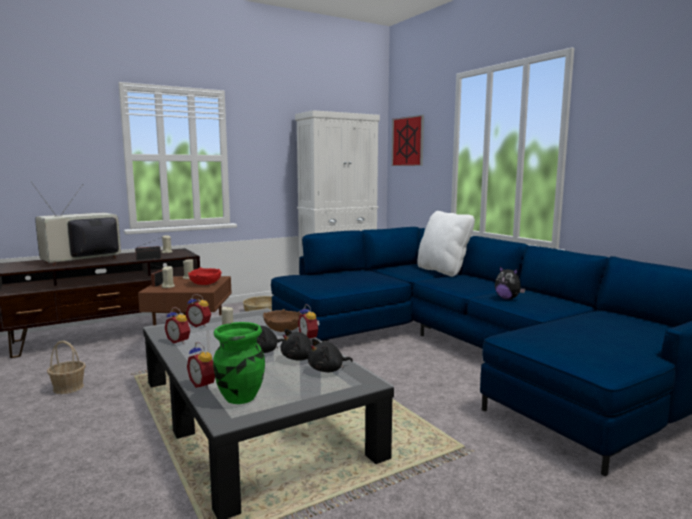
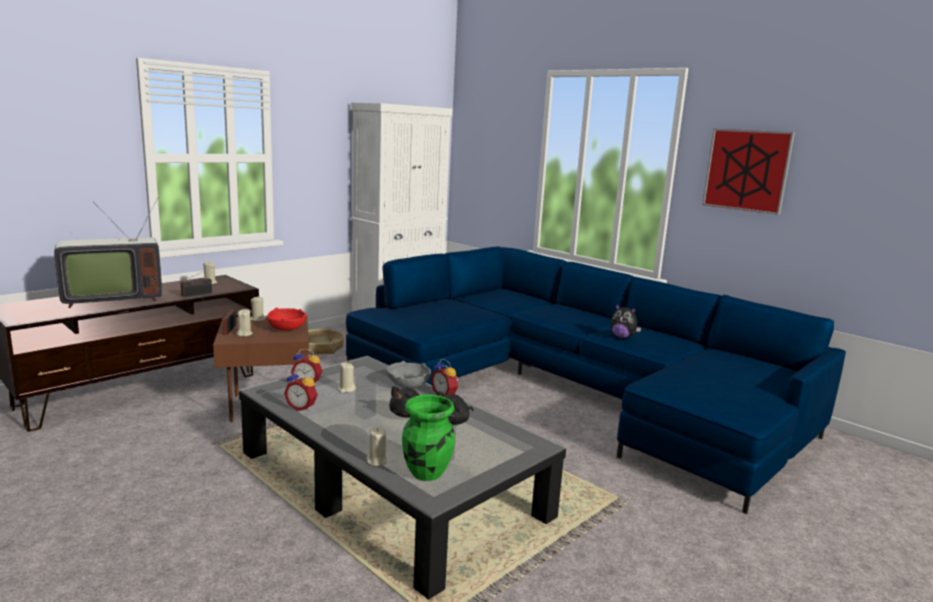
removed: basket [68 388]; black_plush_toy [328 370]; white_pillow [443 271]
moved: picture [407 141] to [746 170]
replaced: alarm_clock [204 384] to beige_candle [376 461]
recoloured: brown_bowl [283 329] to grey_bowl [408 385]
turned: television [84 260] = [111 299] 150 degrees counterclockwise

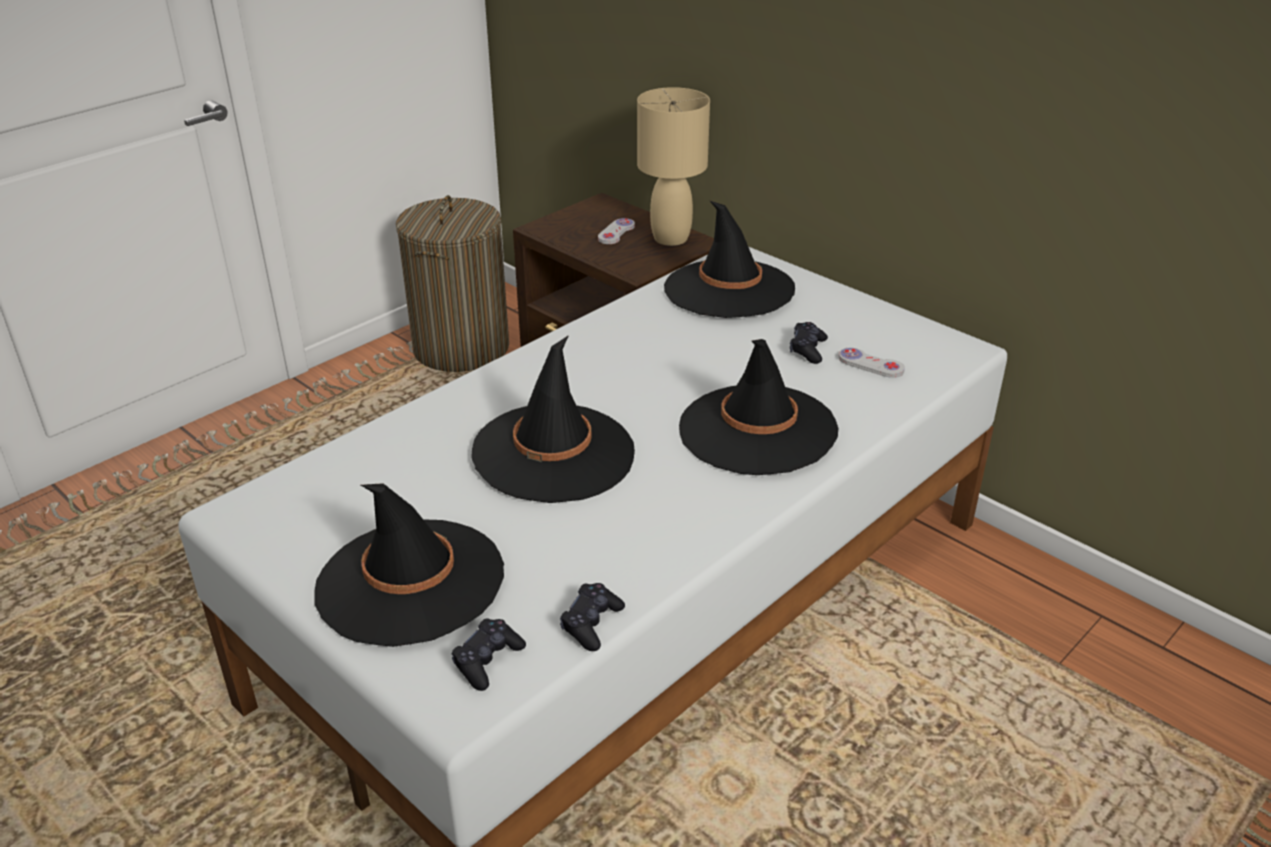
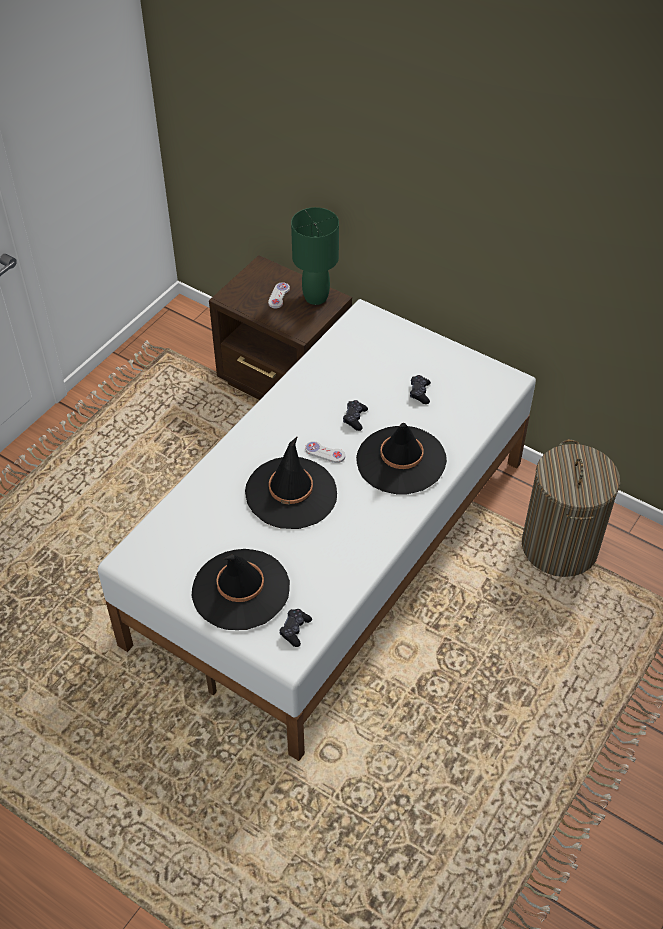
removed: black_hat [729 289]
moved: laundry_basket [461 348] to [559 546]; black_game_controller [591 624] to [355 418]; white_game_controller [870 364] to [325 453]
recoloured: beige_table_lamp [670 238] to green_table_lamp [315 297]

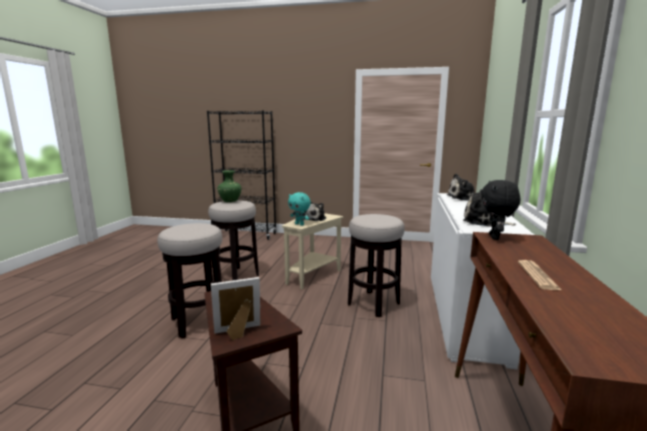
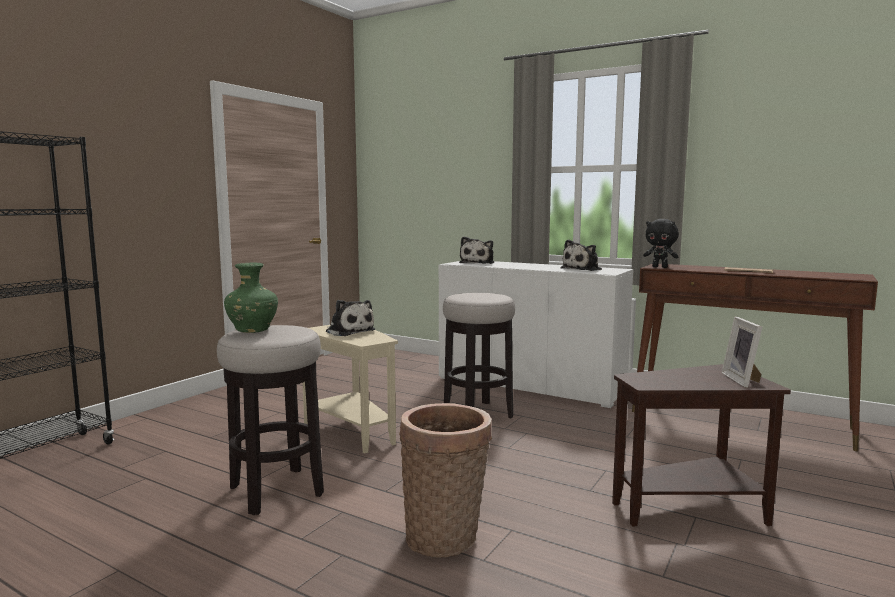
removed: turquoise_plush_toy [300 224]
replaced: stool [198 322] to basket [445 536]

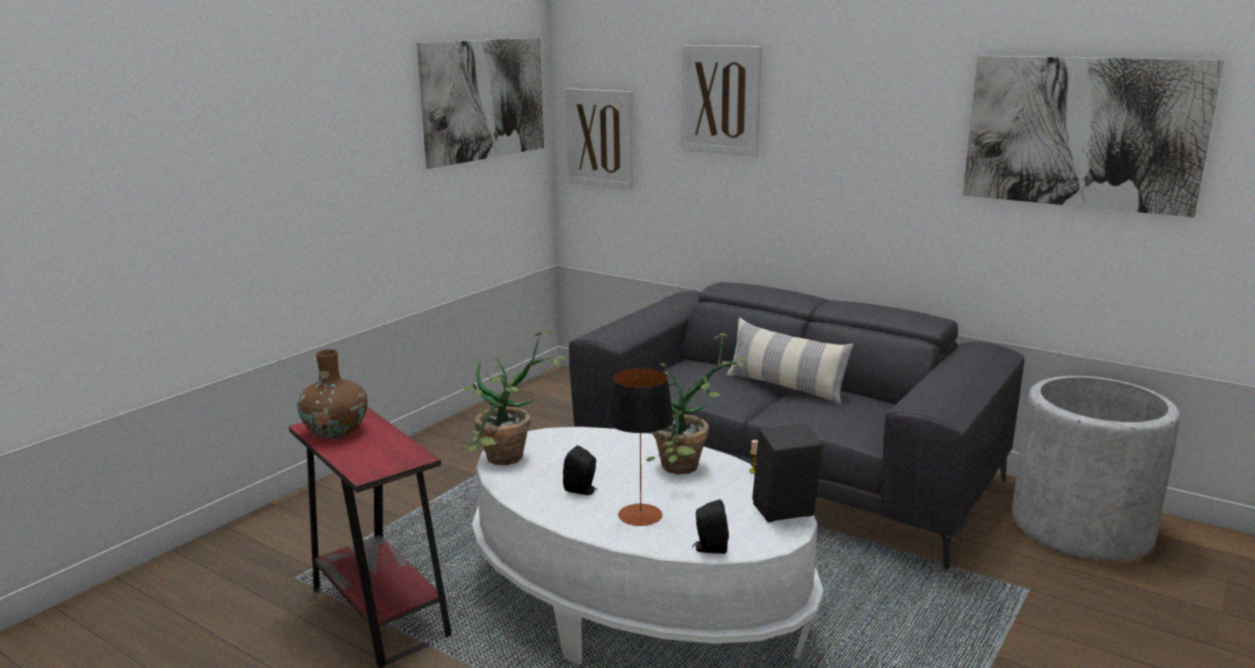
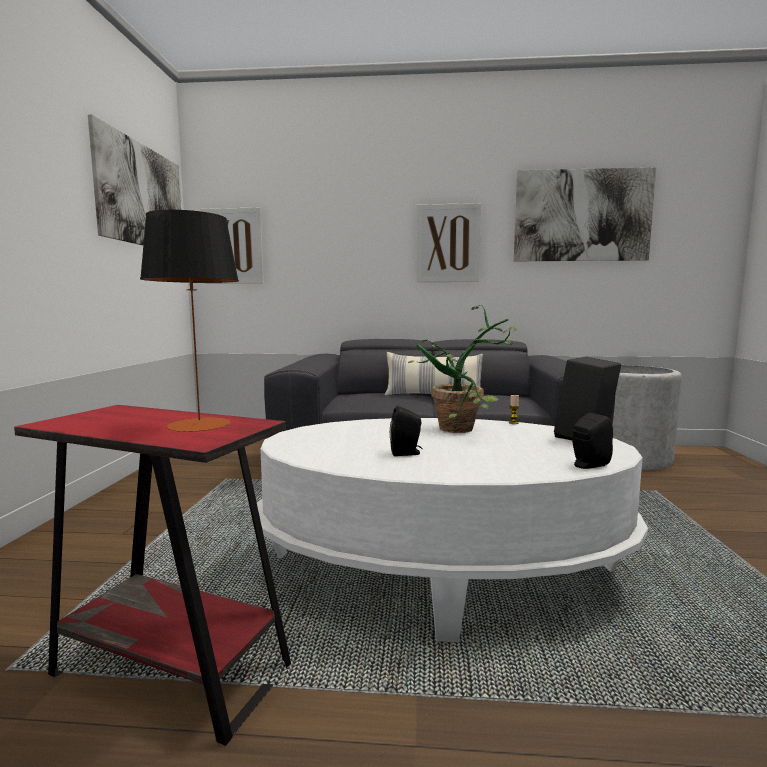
removed: brown_vase [336 431]; potted_plant [508 461]
moved: table_lamp [640 515] to [199 425]; picture [721 100] to [448 243]

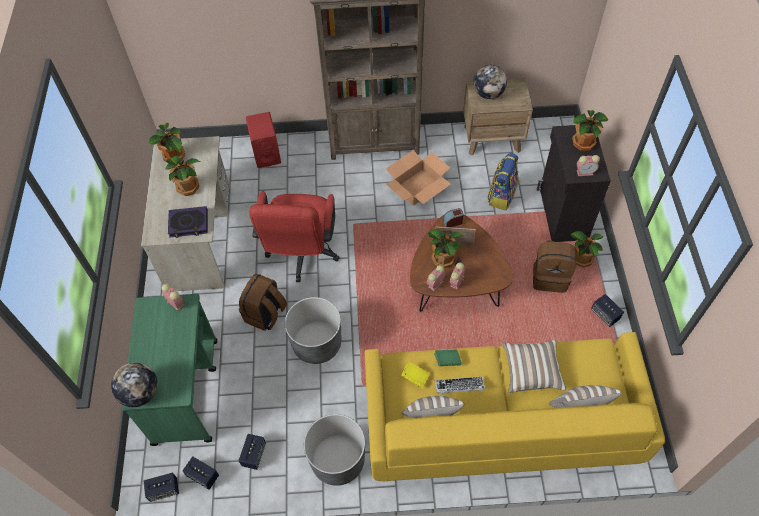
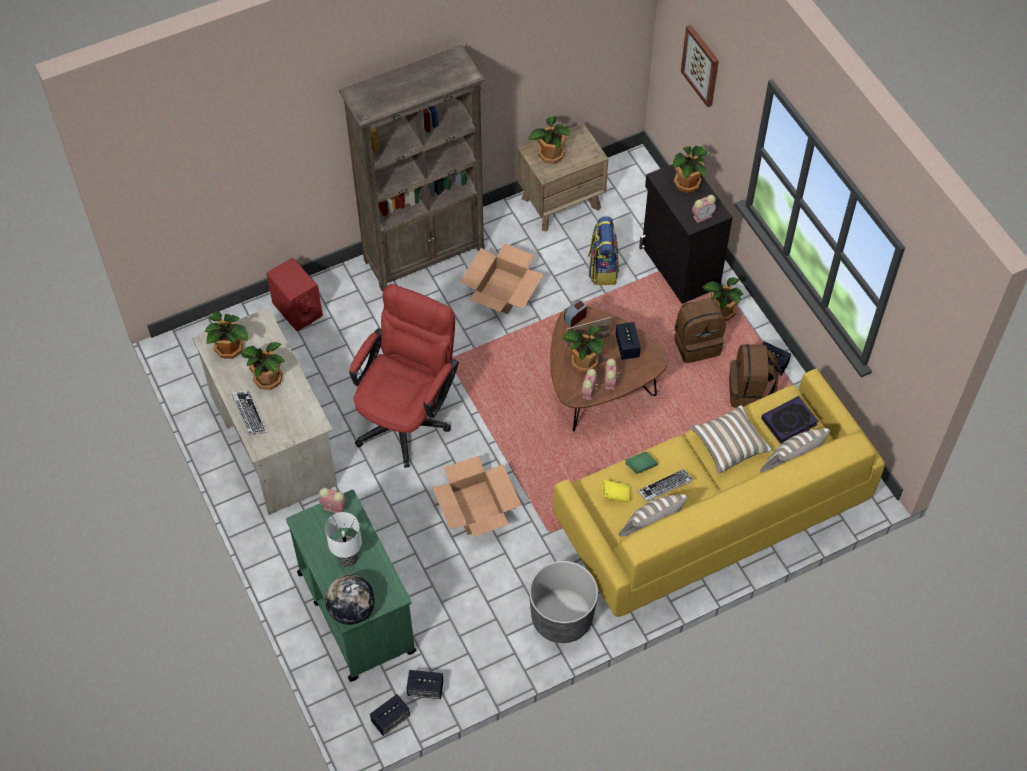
added: keyboard [249 415]; table_lamp [348 558]; picture [701 65]
moved: book [189 224] to [789 422]; speaker [254 455] to [627 347]; brown_backpack [265 314] to [750 392]
replaced: grey_planter [317 344] to cardboard_box [476 507]; globe [488 94] to potted_plant [550 154]
turned: red_office_chair [302 255] = [407 416] 135 degrees counterclockwise

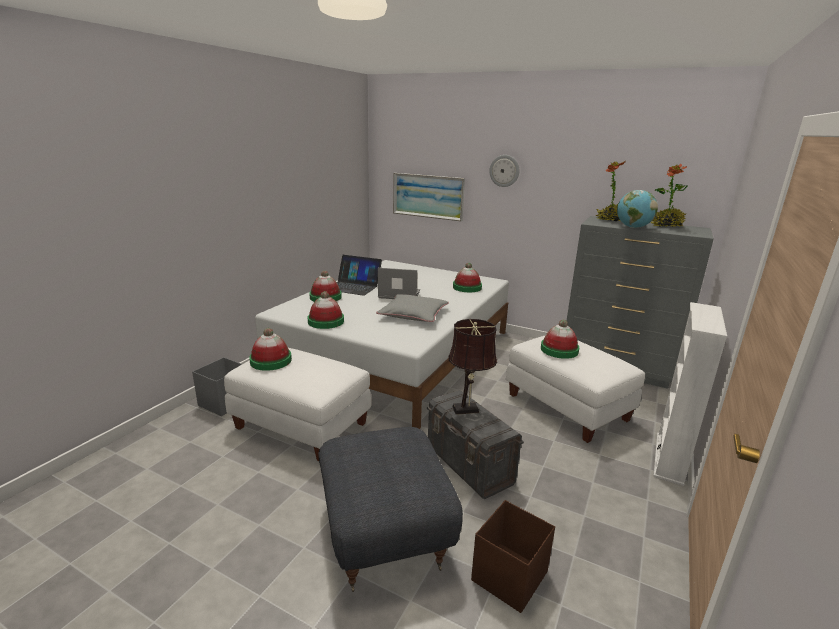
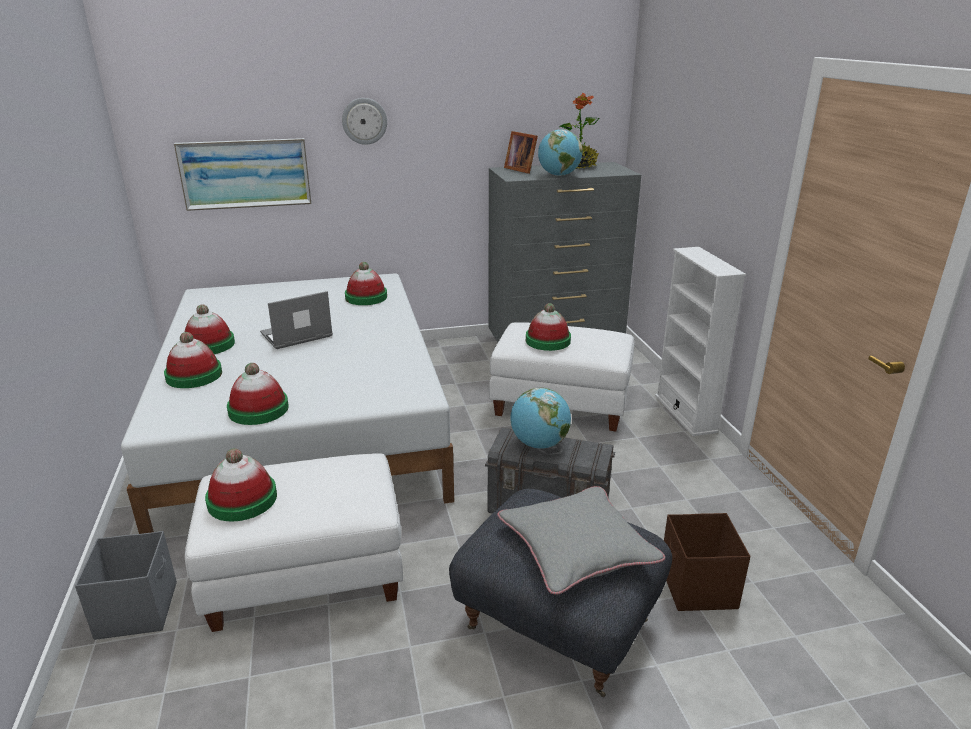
moved: grey_pillow [413 314] to [577 547]
replaced: laptop [353 286] to hat [209 345]; brown_table_lamp [468 409] to globe [539 444]; potted_plant [611 220] to picture_frame [521 169]

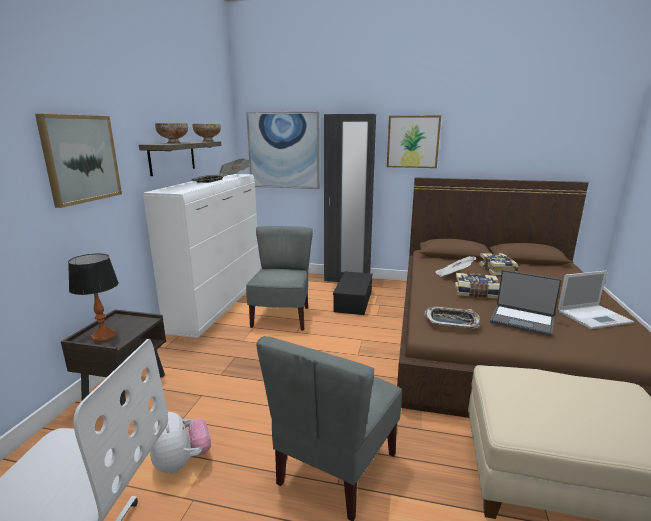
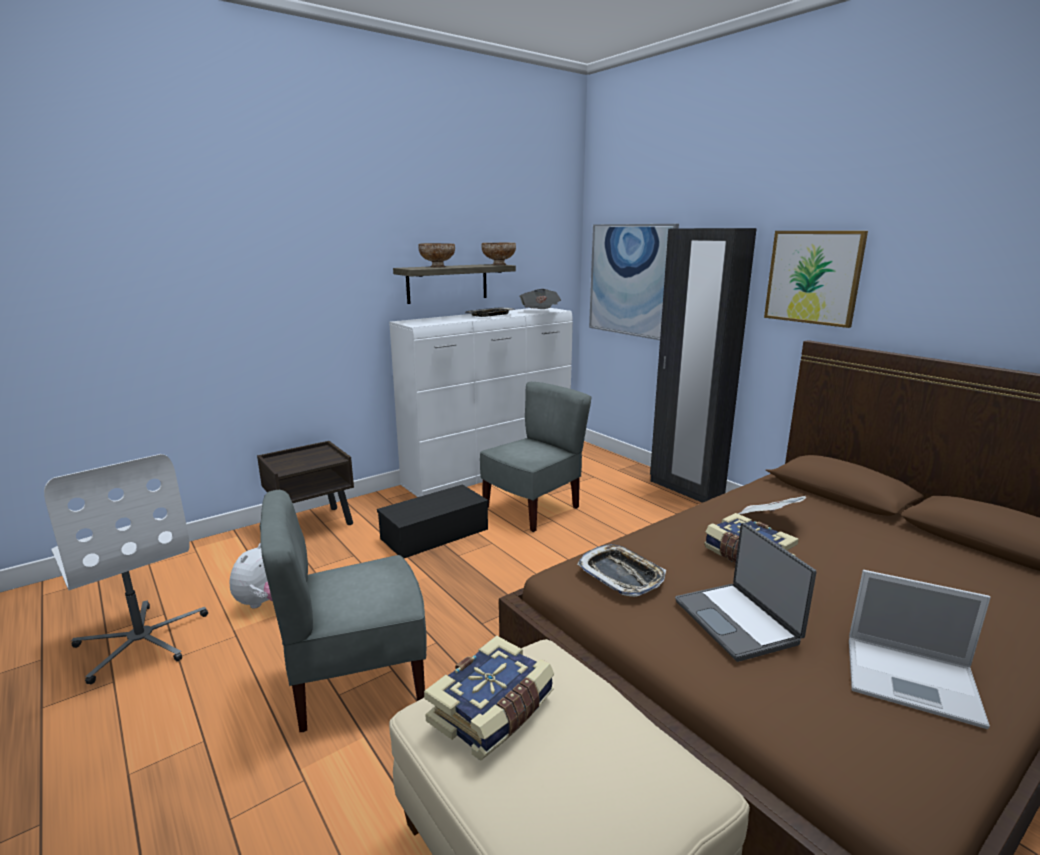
removed: picture [81 159]; table_lamp [104 336]
moved: black_storage_box [354 301] to [434 534]; book [498 270] to [493 712]

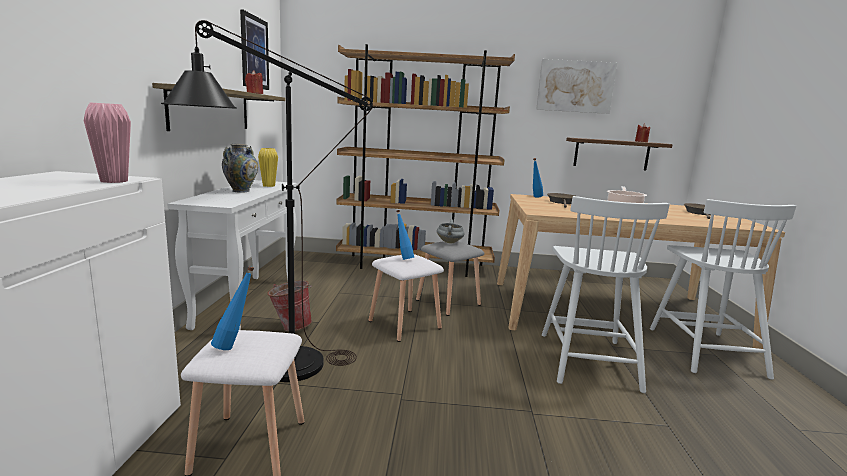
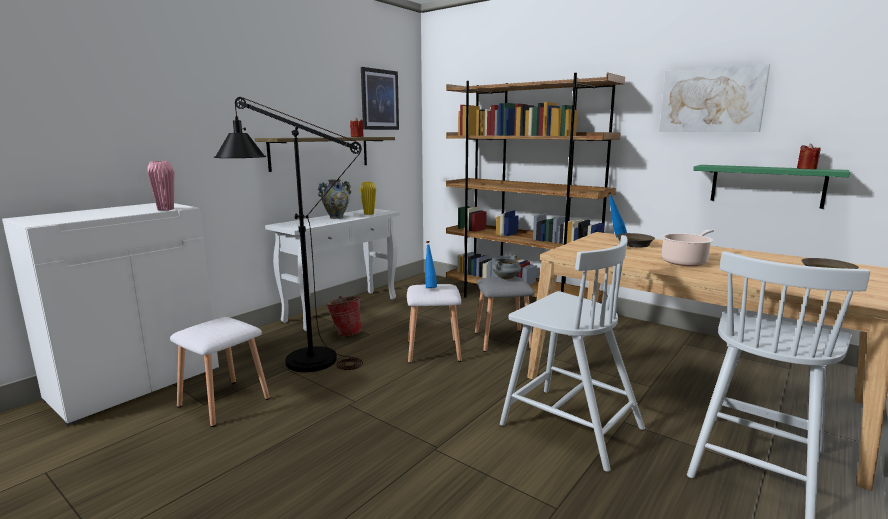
removed: blue_bottle [234 346]
recoloured: brown_shelf [611 154] to green_shelf [766 185]
turned: white_chair [587 359] = [569 425] 90 degrees counterclockwise

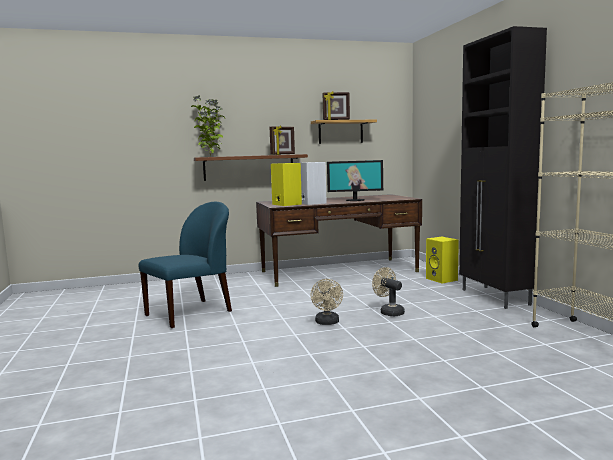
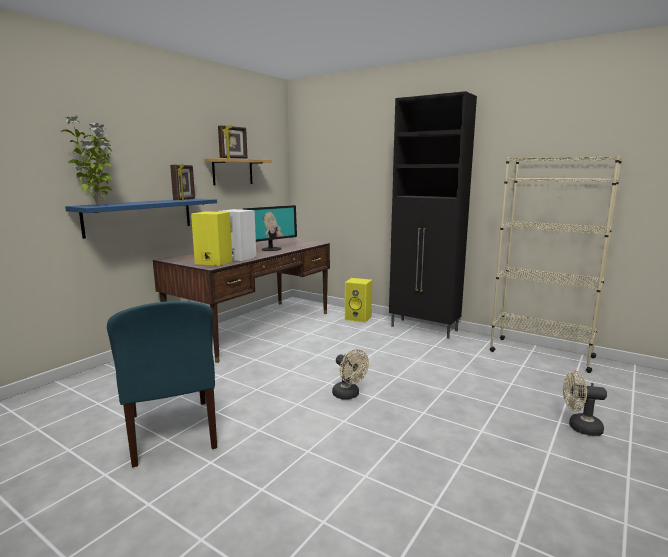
moved: beige_fan [389 312] to [579 427]
recoloured: brown_shelf [249 167] to blue_shelf [140 216]
turned: blue_chair [190 313] = [172 433] 150 degrees clockwise

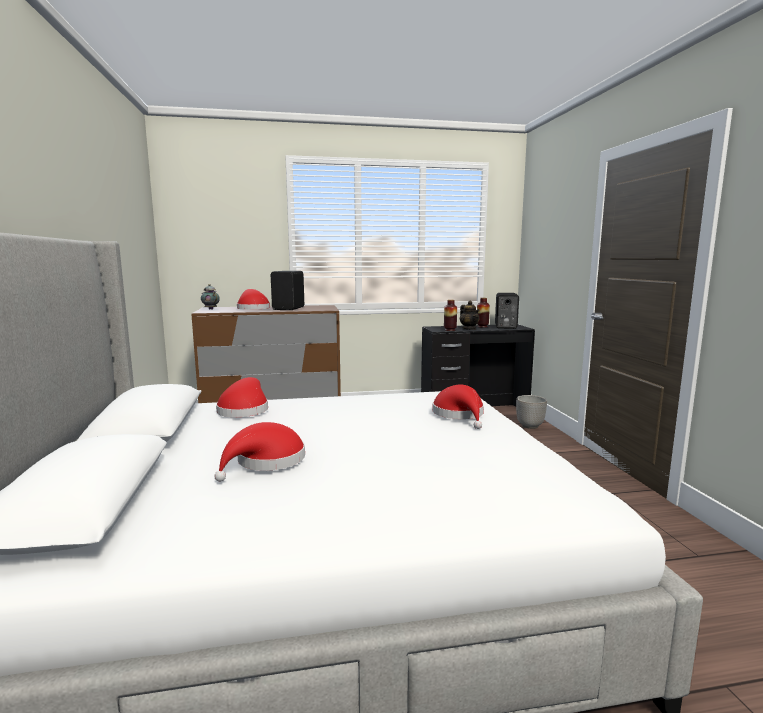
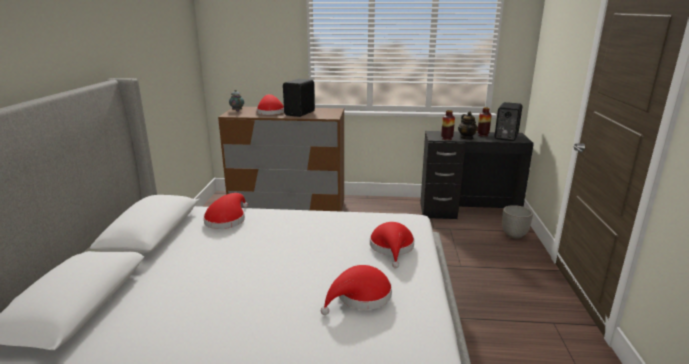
moved: red_hat [267 461] to [360 297]

